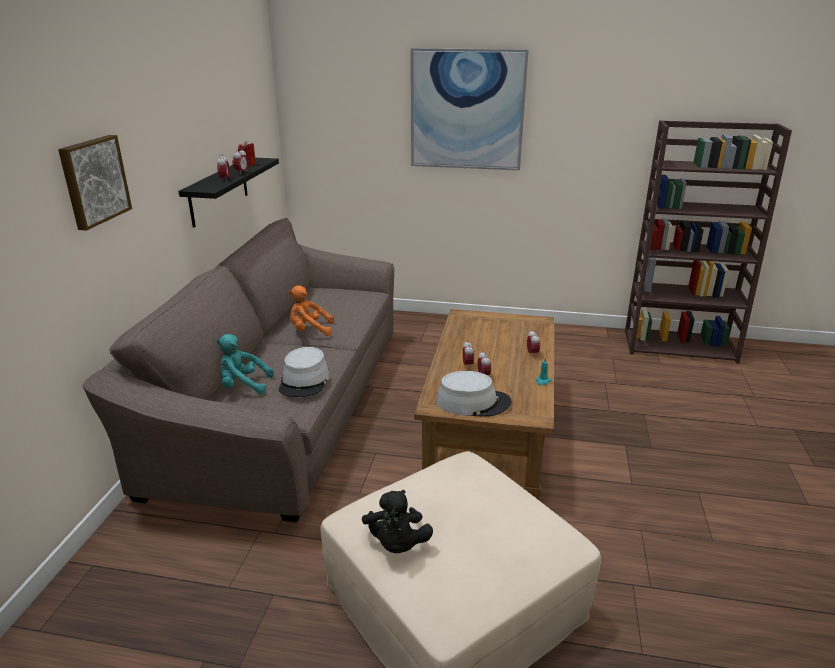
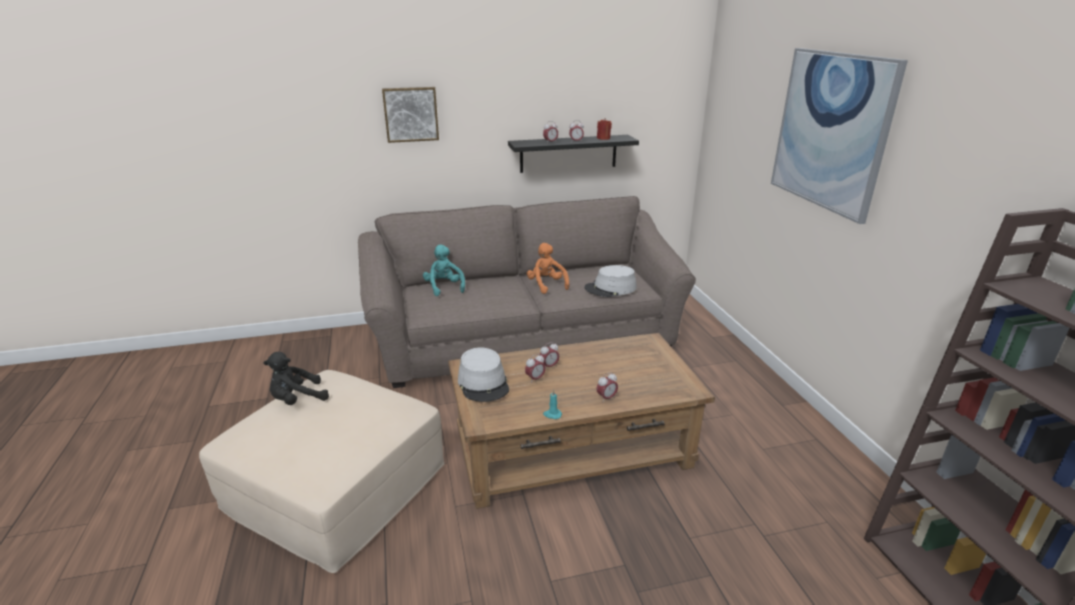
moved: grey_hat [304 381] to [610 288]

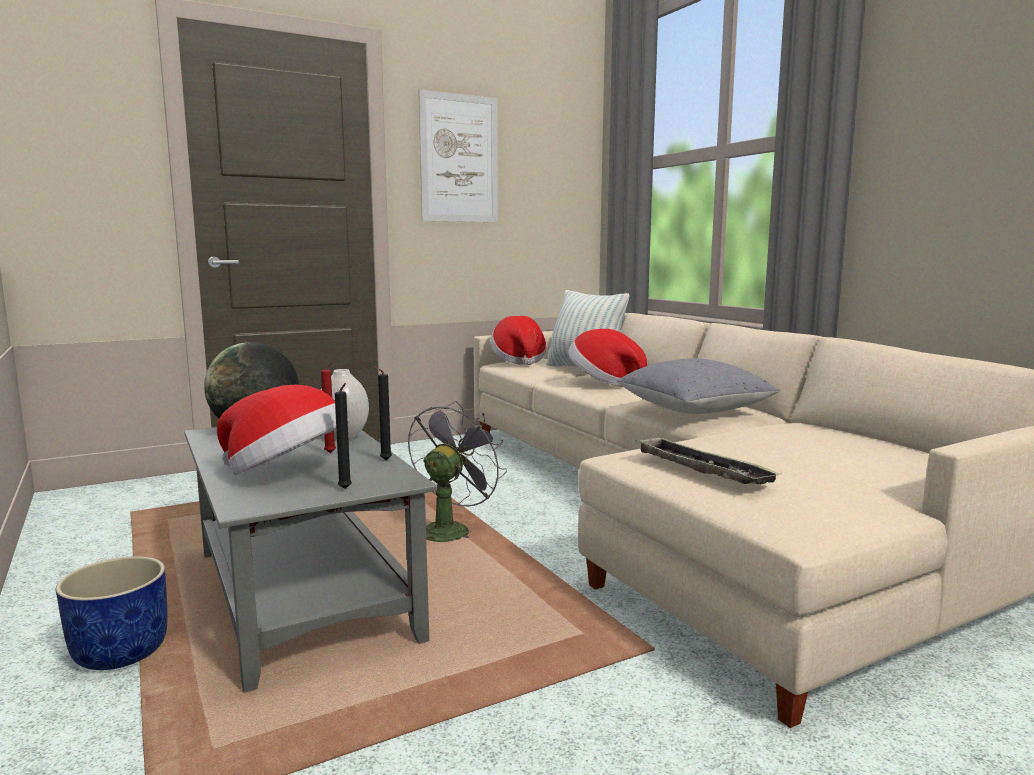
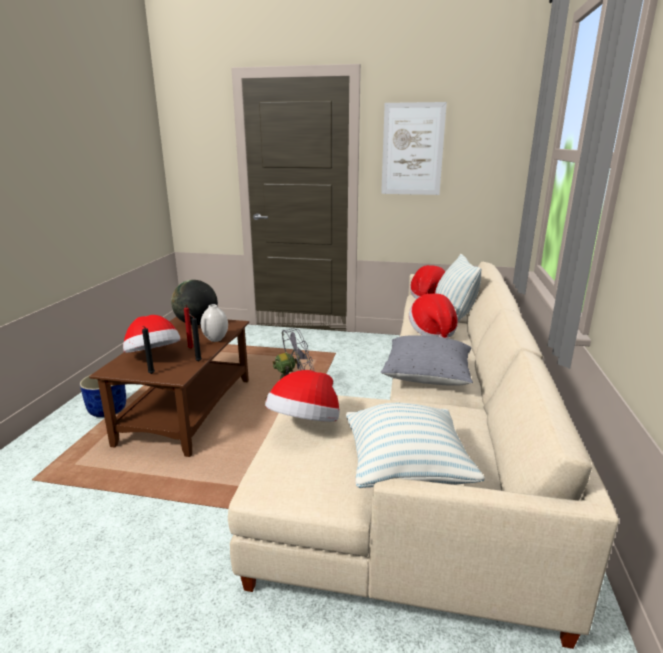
added: pillow [405 471]
replaced: tray [701 469] to hat [305 425]
recoloured: grey_coffee_table [304 595] to brown_coffee_table [187 411]

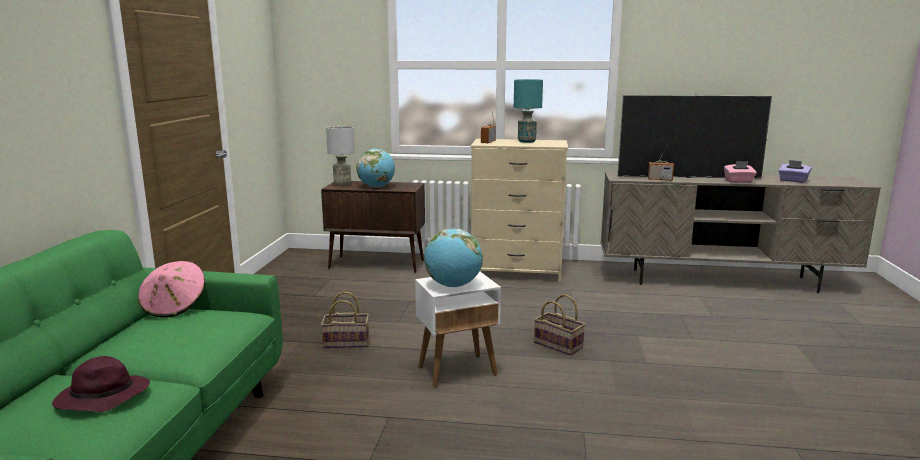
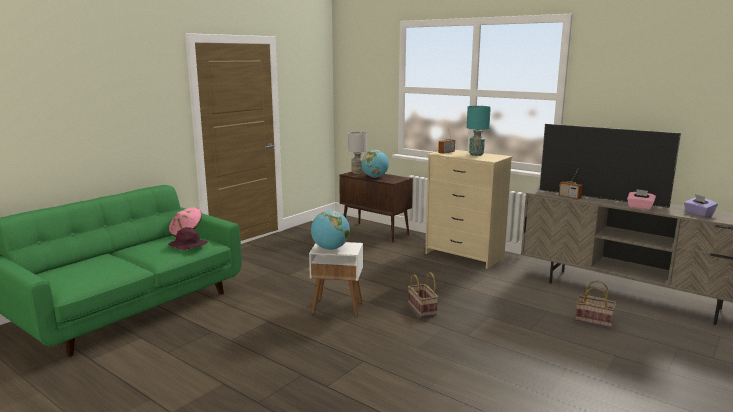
moved: purple_hat [101 398] to [187 246]; basket [347 342] to [594 320]

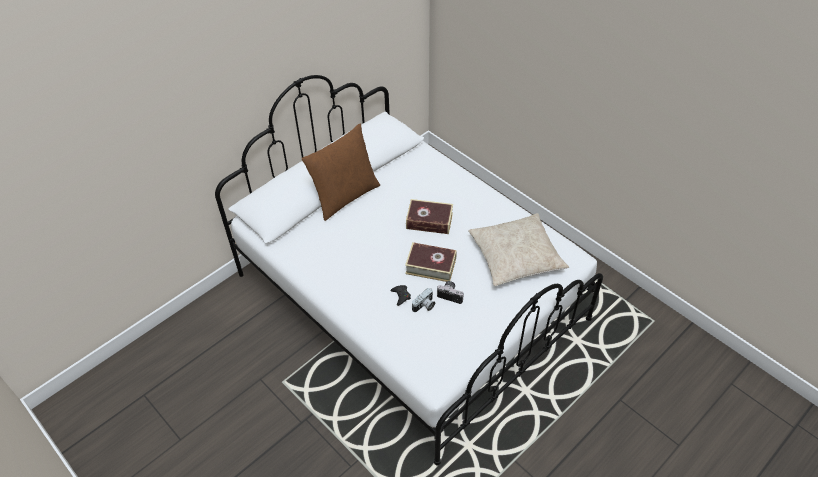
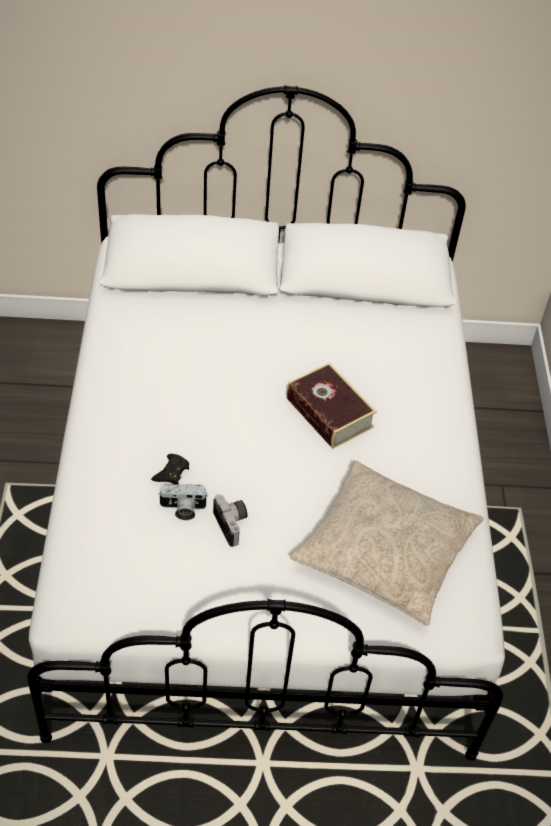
removed: brown_pillow [345 196]; book [431 266]

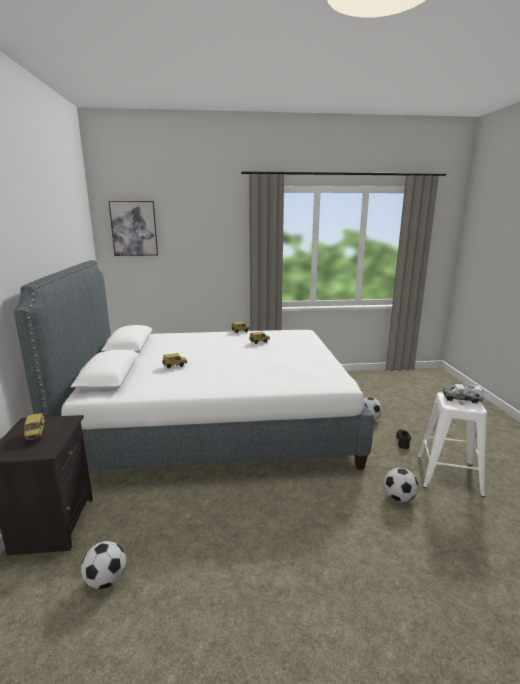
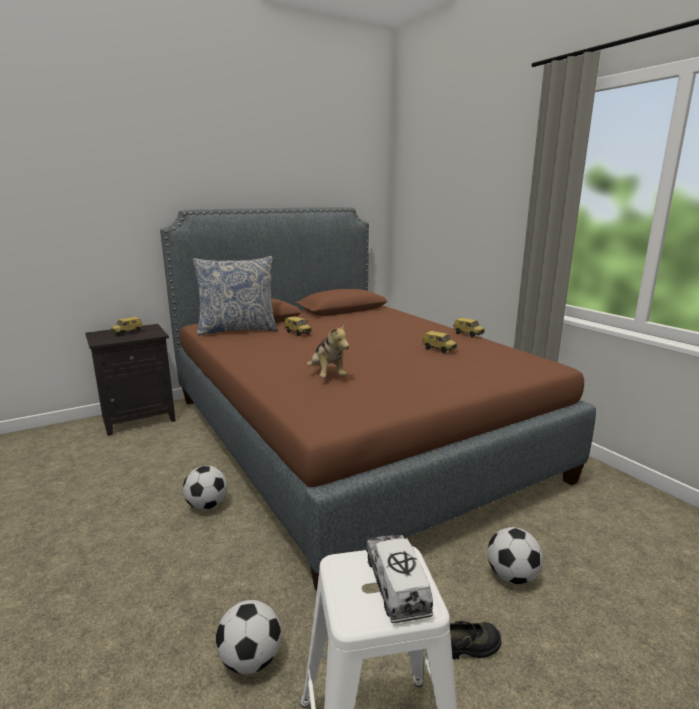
removed: picture [134 228]
added: pillow [238 330]; plush_toy [327 376]
moved: football [106 580] to [207 505]
recoloured: white_bed [214 423] to brown_bed [347 435]

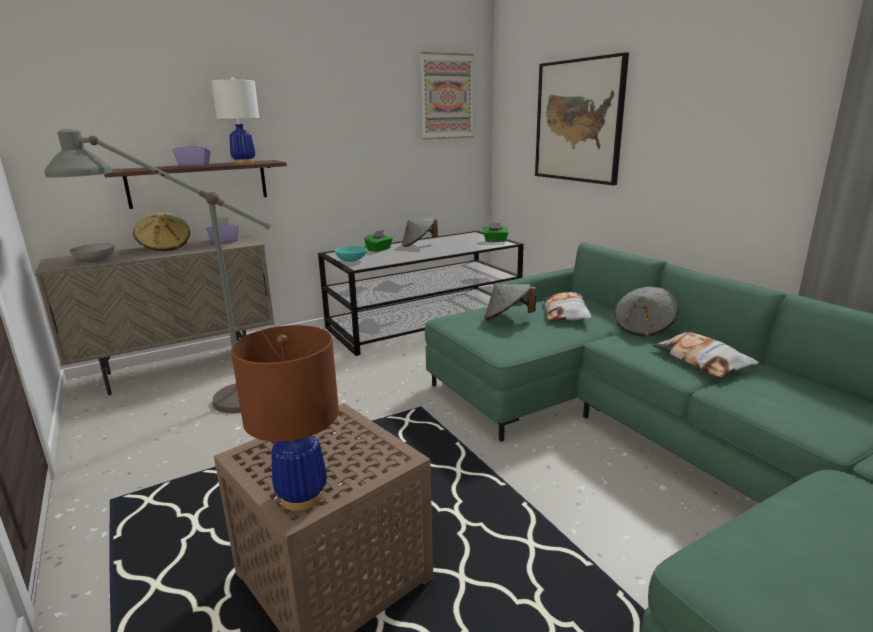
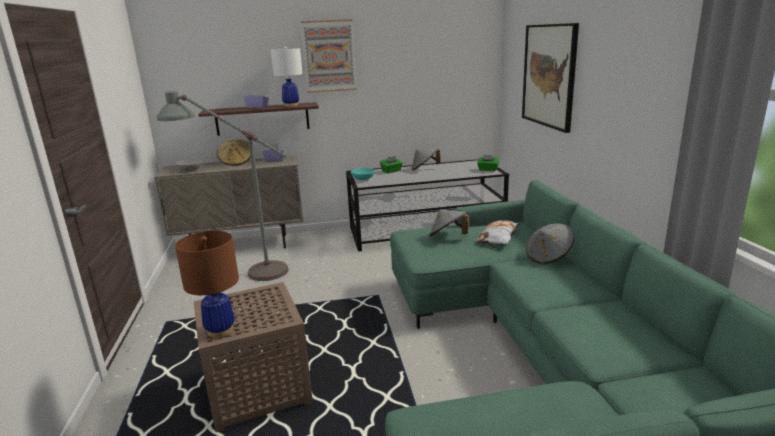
removed: pillow [701 360]
moved: picture [447 96] to [329 56]

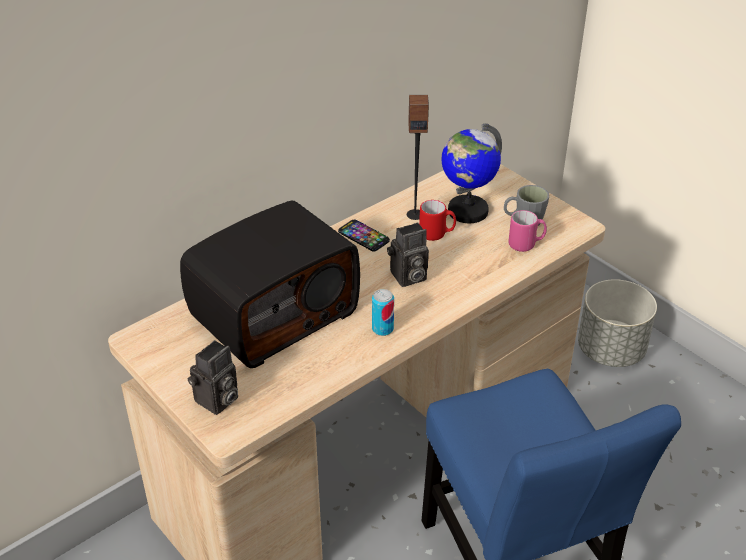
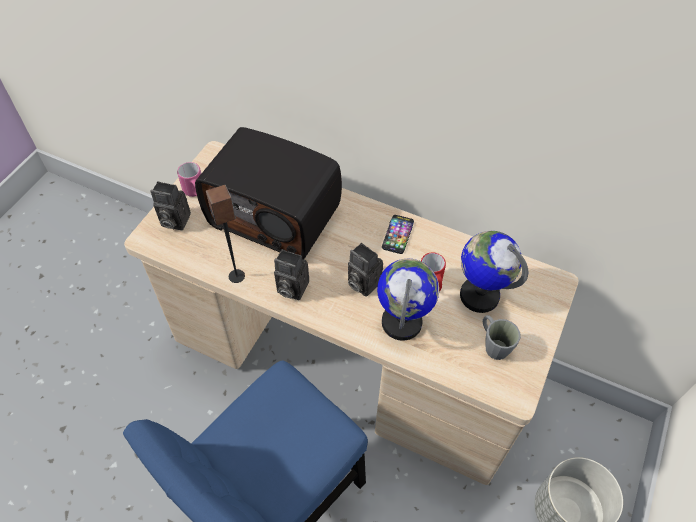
added: globe [402 322]
moved: speaker [415 214] to [237 276]; pink_mug [526 244] to [195 192]
replaced: can [382 329] to photo_camera [290 288]

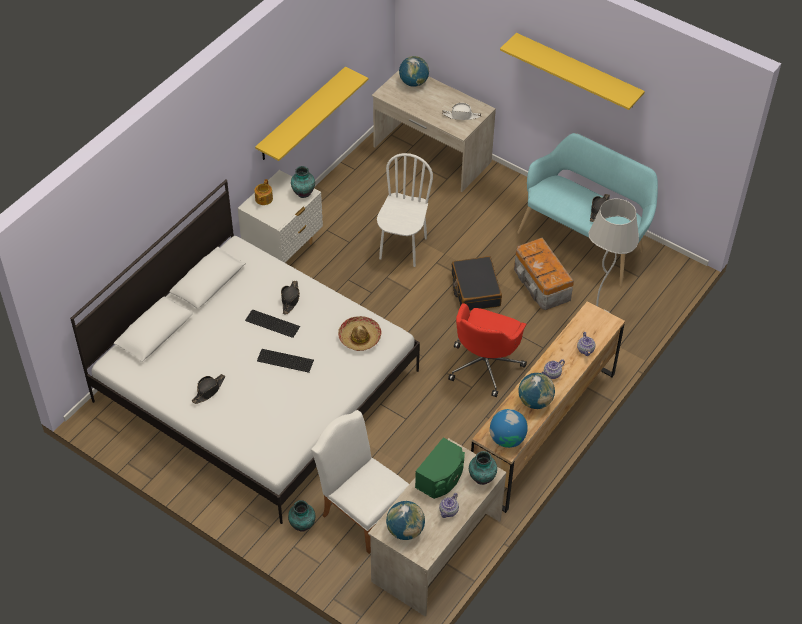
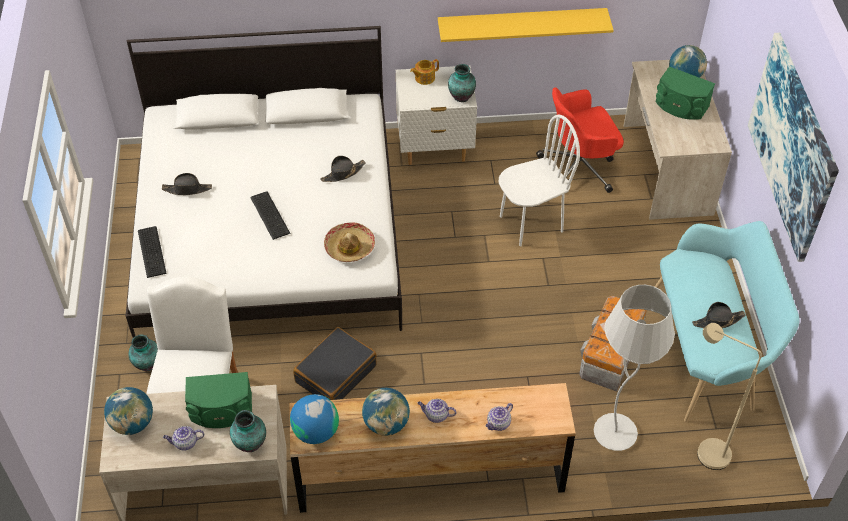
removed: white_hat [461 115]
added: green_speaker [680 106]; beige_floor_lamp [704 451]
moved: keyboard [272 322] to [153 251]; red_office_chair [485 365] to [579 167]; black_suitcase [475 290] to [335 373]
replaced: yellow_shelf [578 71] to picture [792 145]

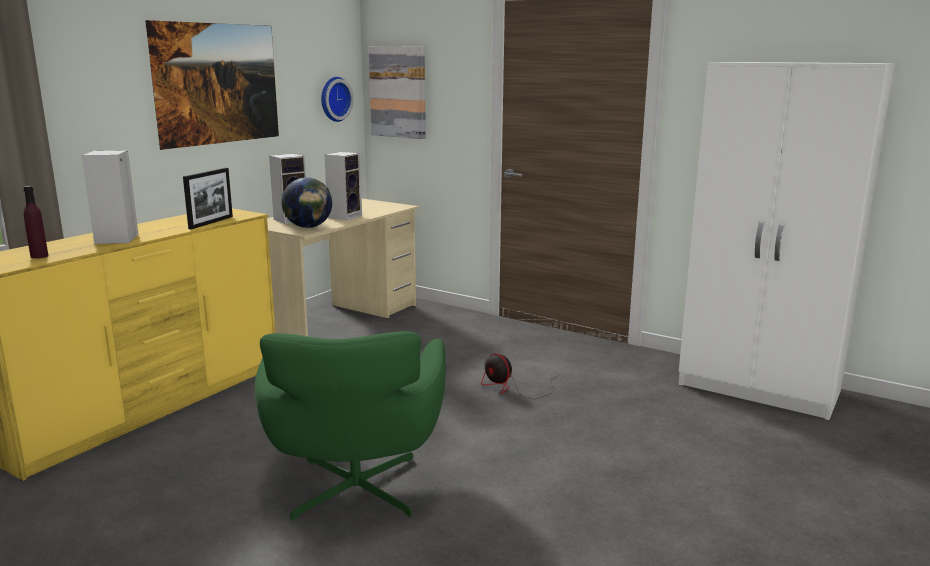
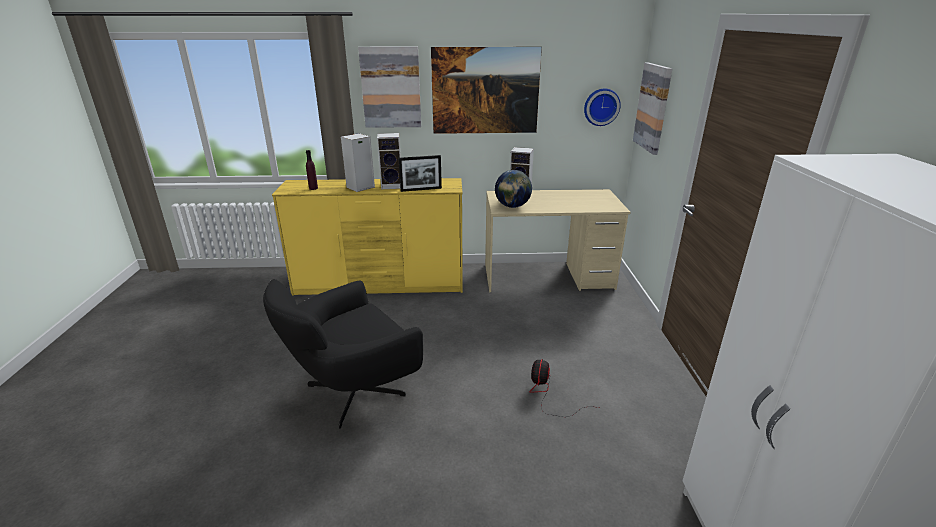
added: picture [391 87]
moved: speaker [345 216] to [393 185]
recoloured: green_armchair [355 491] to black_armchair [352 393]

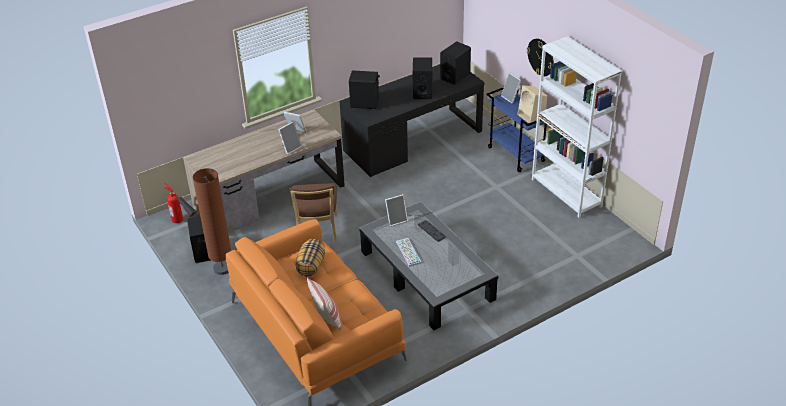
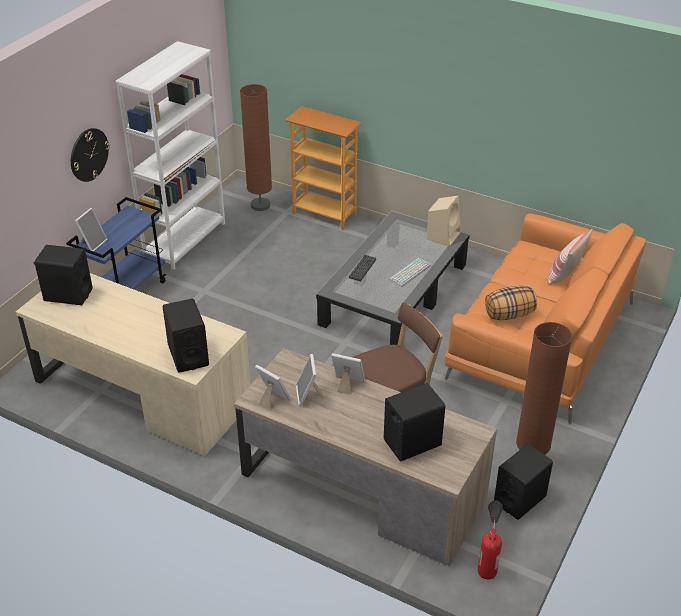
added: brown_floor_lamp [260 205]; bookcase [325 214]
moved: picture_frame [396 219] to [272 399]; black_speaker [422 91] to [412 443]; beige_speaker [532 116] to [443 235]
recoloured: black_desk [413 141] to beige_desk [142 392]

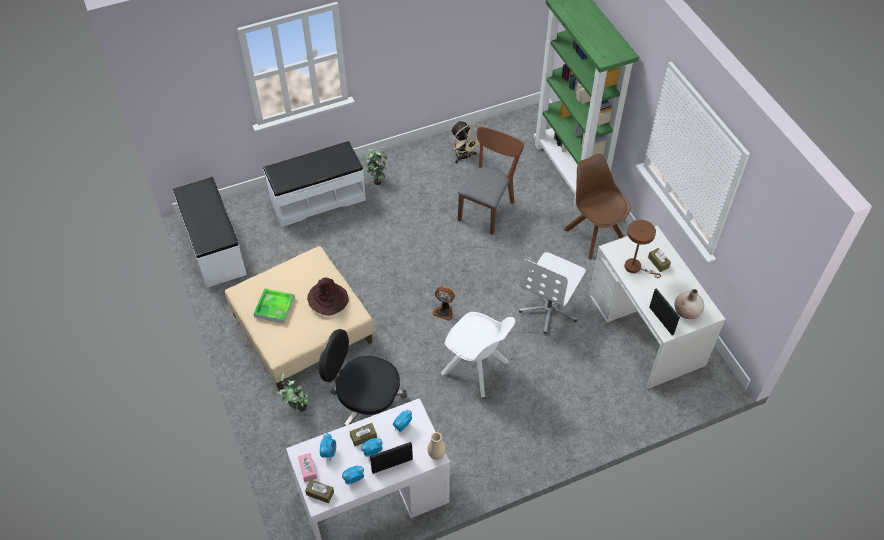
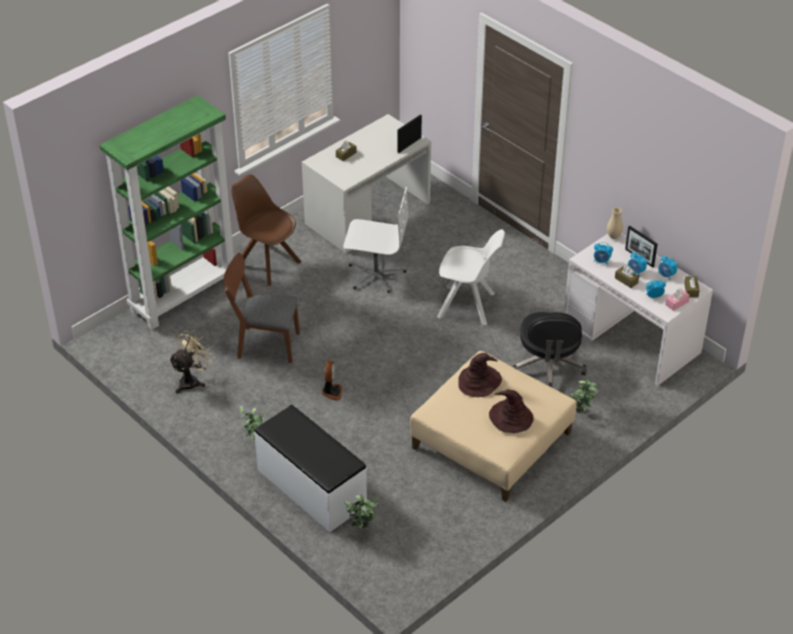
removed: white_bench [213 247]; brown_table_lamp [635 267]; beige_vase [687 312]
added: potted_plant [362 530]
moved: fan [444 311] to [331 392]
replaced: tray [274 307] to brown_hat [510 417]
turned: white_chair [476 369] = [468 306] 90 degrees clockwise; brown_chair [593 234] = [267 263] 90 degrees clockwise

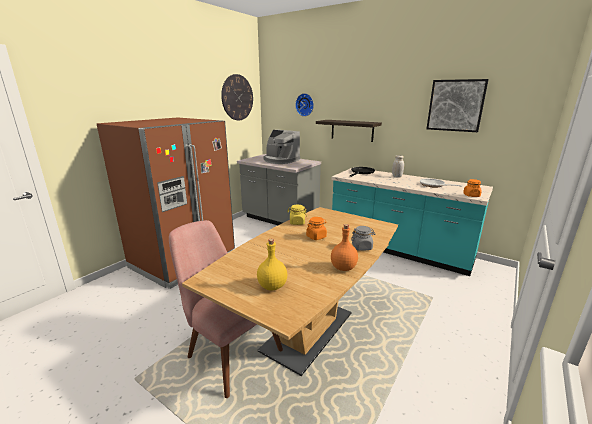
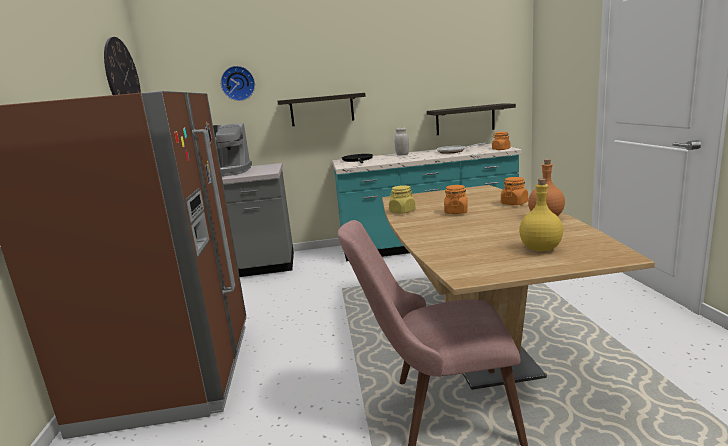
removed: picture [455 105]
added: shelf [465 119]
recoloured: grey_jar [362 247] to orange_jar [514 203]

